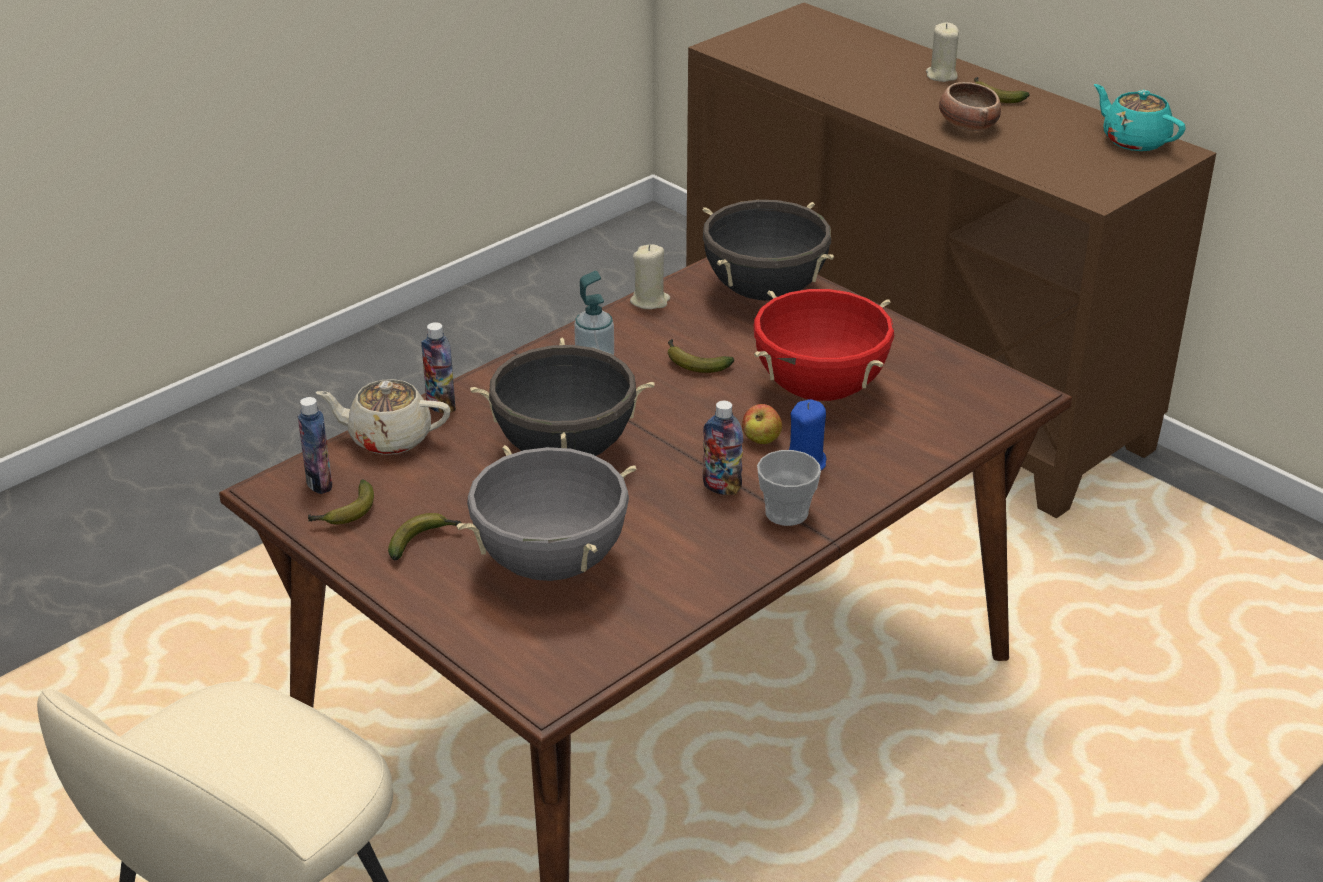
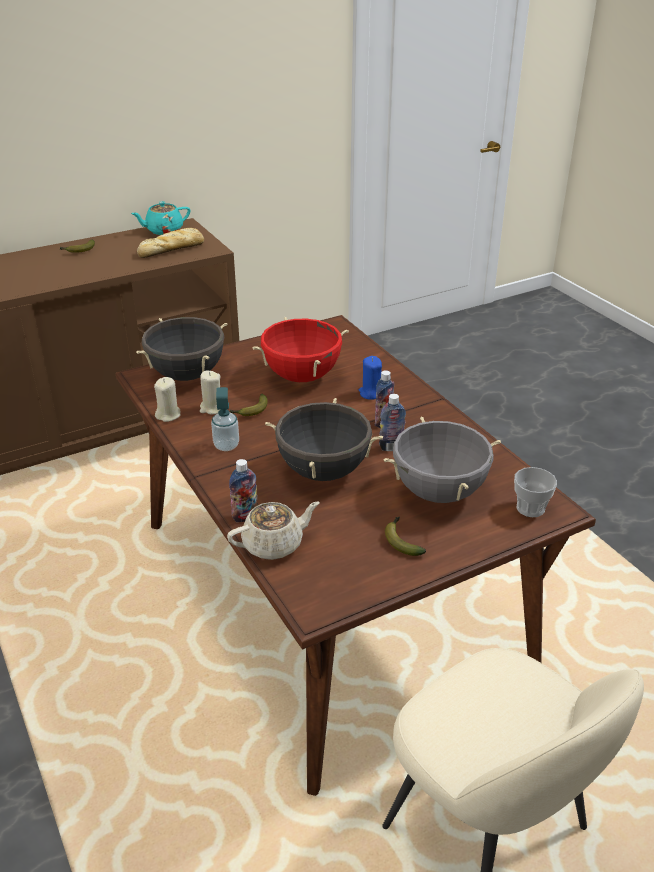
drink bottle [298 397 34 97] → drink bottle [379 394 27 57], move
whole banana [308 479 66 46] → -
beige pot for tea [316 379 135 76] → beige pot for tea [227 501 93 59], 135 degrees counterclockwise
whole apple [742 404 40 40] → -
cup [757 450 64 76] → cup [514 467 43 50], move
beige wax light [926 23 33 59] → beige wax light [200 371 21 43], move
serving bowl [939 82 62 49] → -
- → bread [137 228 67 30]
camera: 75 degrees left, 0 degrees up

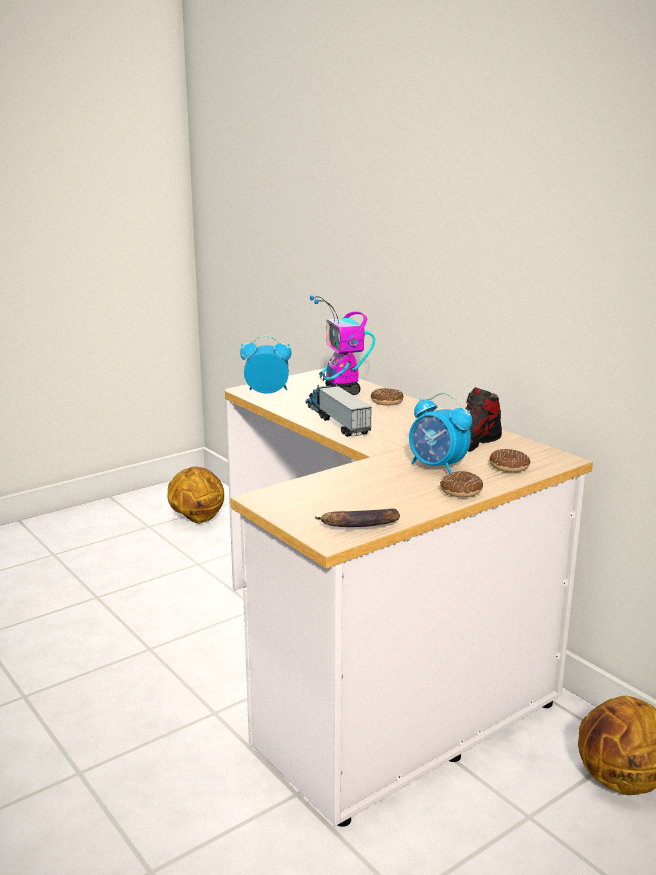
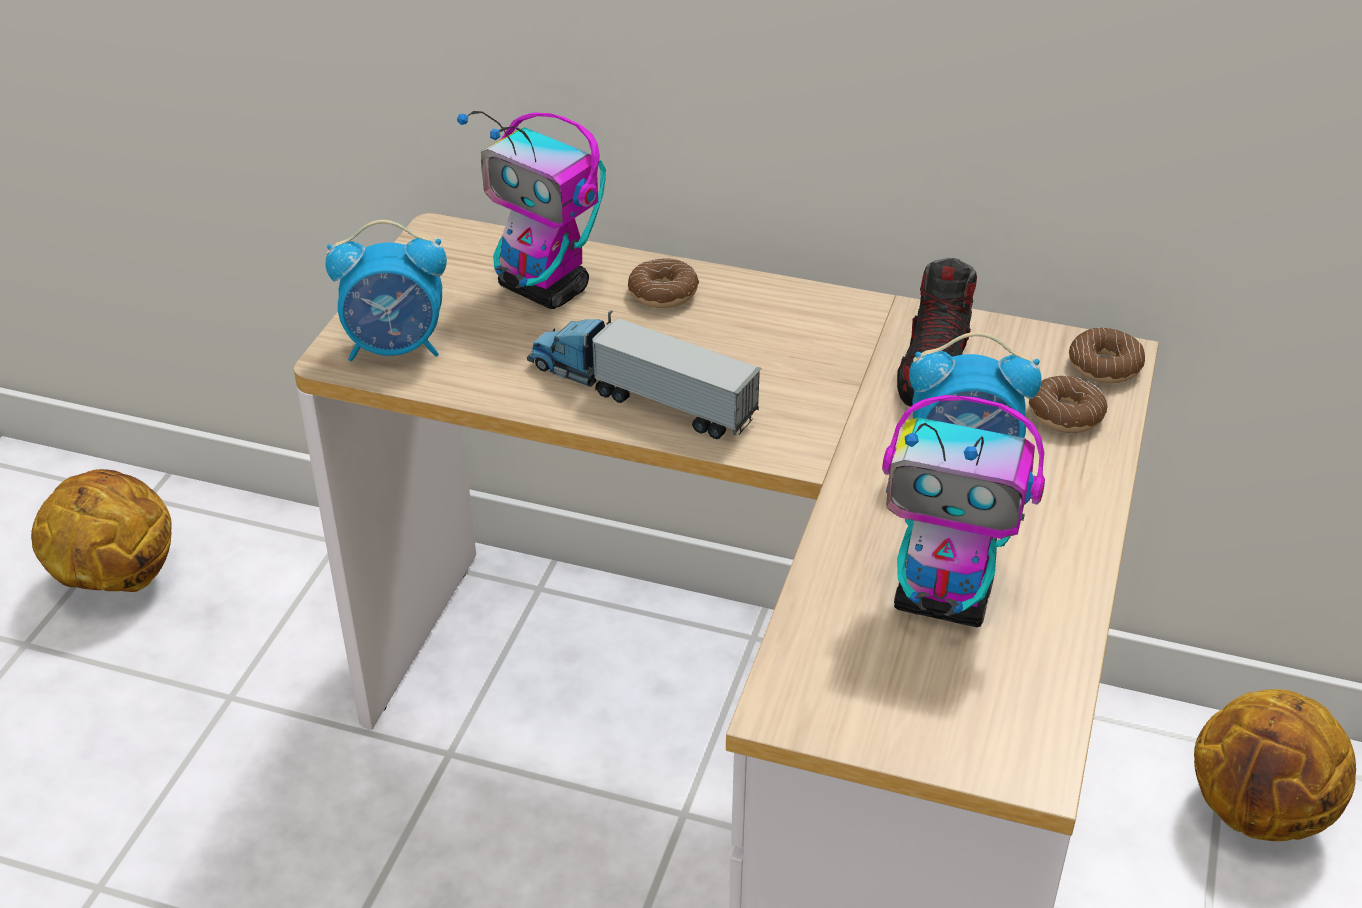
alarm clock [240 335 51 59] → alarm clock [325 220 122 141], 150 degrees counterclockwise
whole banana [315 509 85 18] → -
doughnut [440 471 43 27] → doughnut [1069 327 76 56], move
- → robot figure [882 395 163 232]
camera: 35 degrees left, 20 degrees up

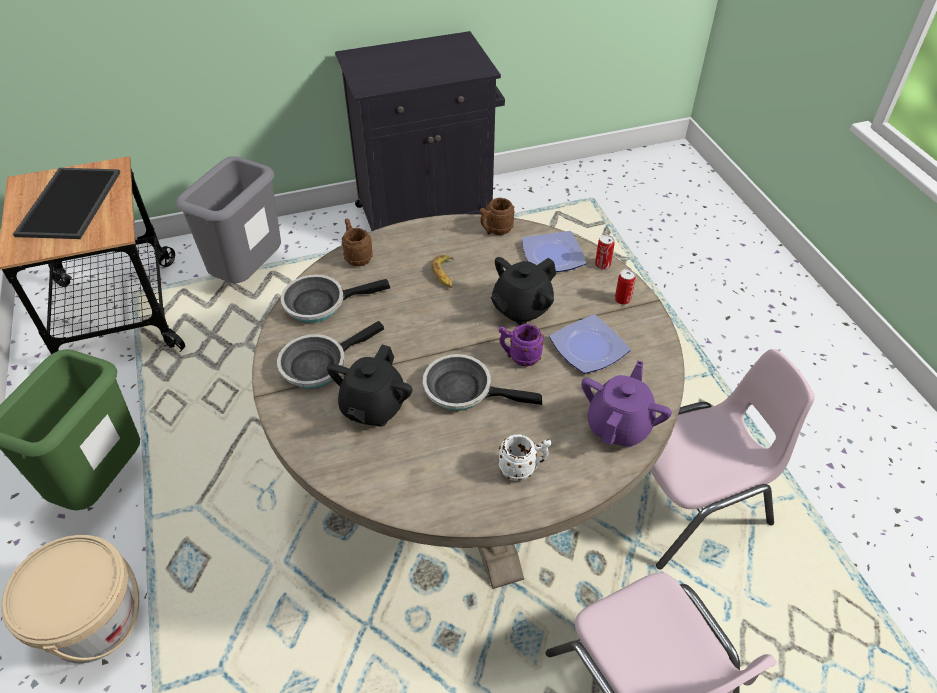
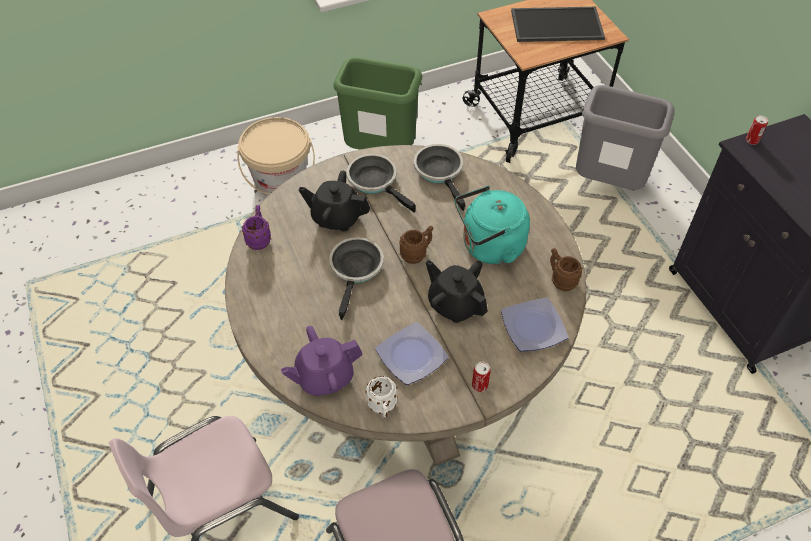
brown tea mug [342 218 31 48] → brown tea mug [399 226 34 38], move
whole banana [431 255 23 33] → turquoise-coloured tea kettle [455 186 75 78]
purple tea mug [499 324 45 42] → purple tea mug [242 205 29 45], move
white-coloured tea mug [499 435 52 46] → white-coloured tea mug [365 376 32 42], move
purple pot for tea [581 361 91 87] → purple pot for tea [281 326 82 70], 135 degrees clockwise
can [595 235 20 34] → can [746 115 22 30], move
camera: 85 degrees right, 5 degrees up

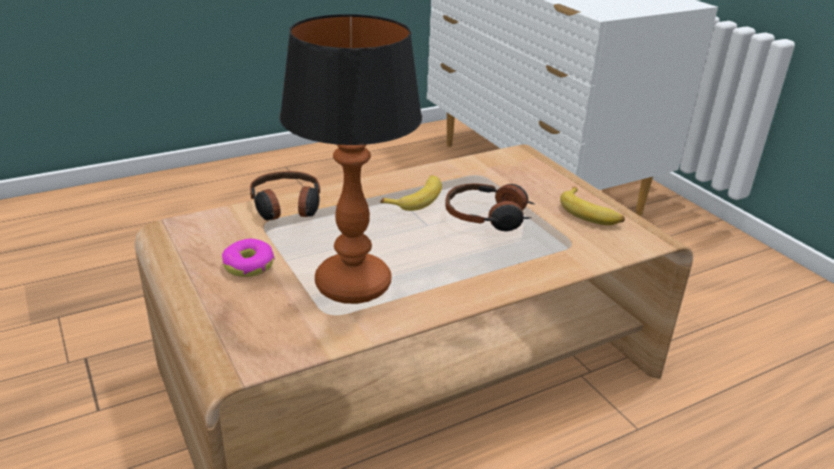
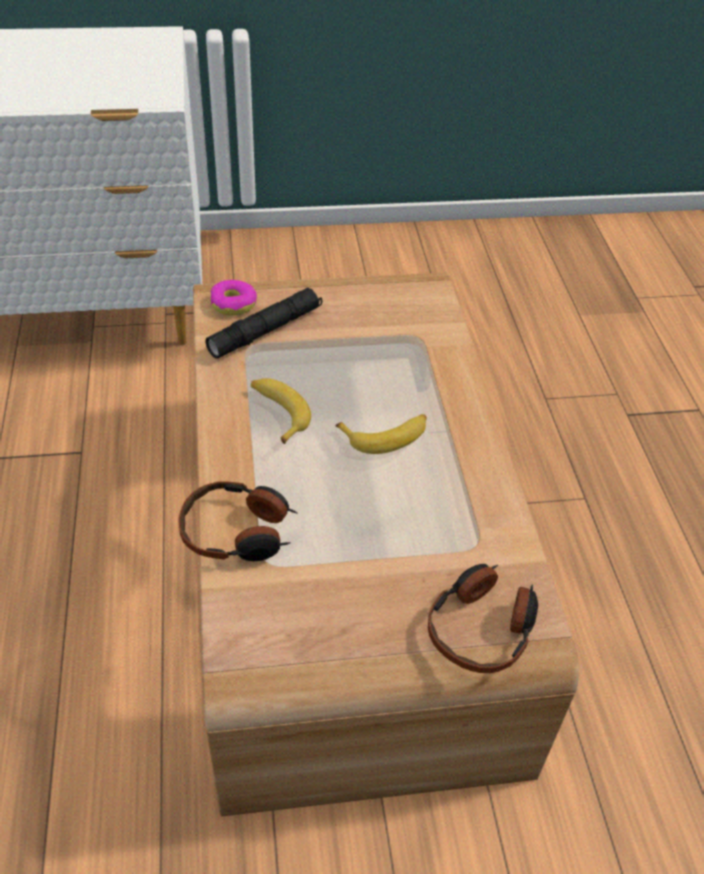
doughnut [222 239 53 38] → doughnut [210 280 47 36], move
tabletop lamp [280 14 142 290] → -
headphones [445 183 89 48] → headphones [428 564 110 109], move
whole banana [560 187 65 38] → whole banana [335 414 92 40], move
- → black flashlight [205 287 117 71]
camera: 70 degrees left, 15 degrees up

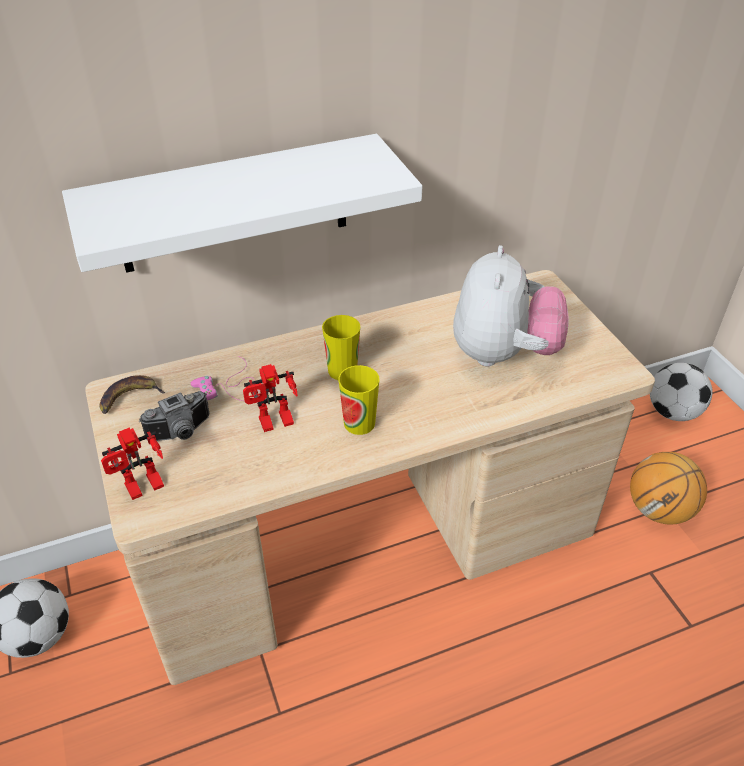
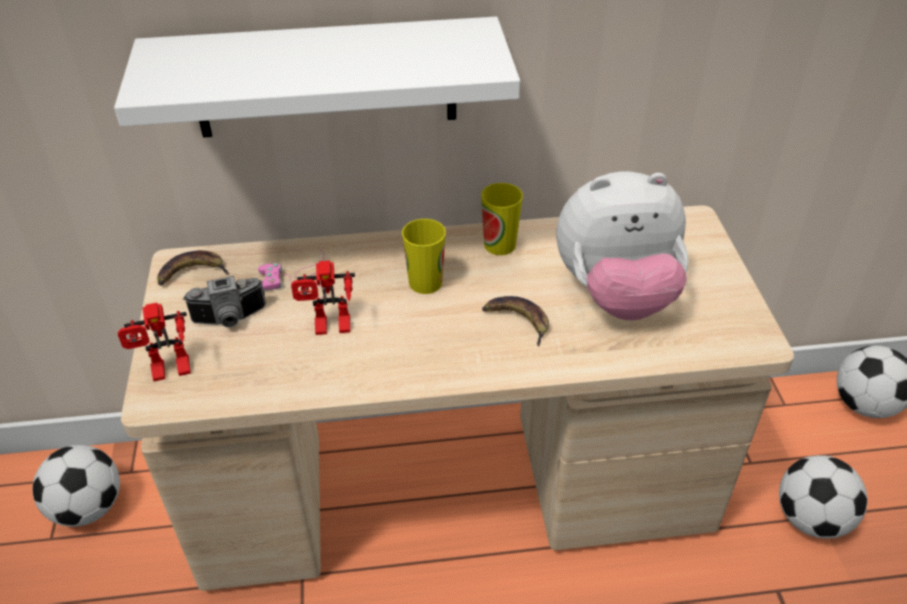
cup [338 365 42 70] → cup [481 183 42 72], move
soft toy [453 245 116 121] → soft toy [556 172 133 148], 60 degrees clockwise
basketball ball [630 452 77 73] → ball for football [779 455 89 84]
- → whole banana [482 296 67 51]
camera: 15 degrees right, 0 degrees up

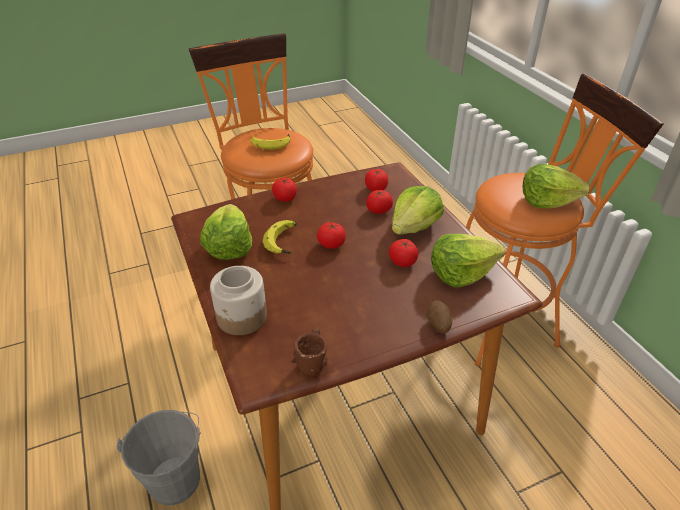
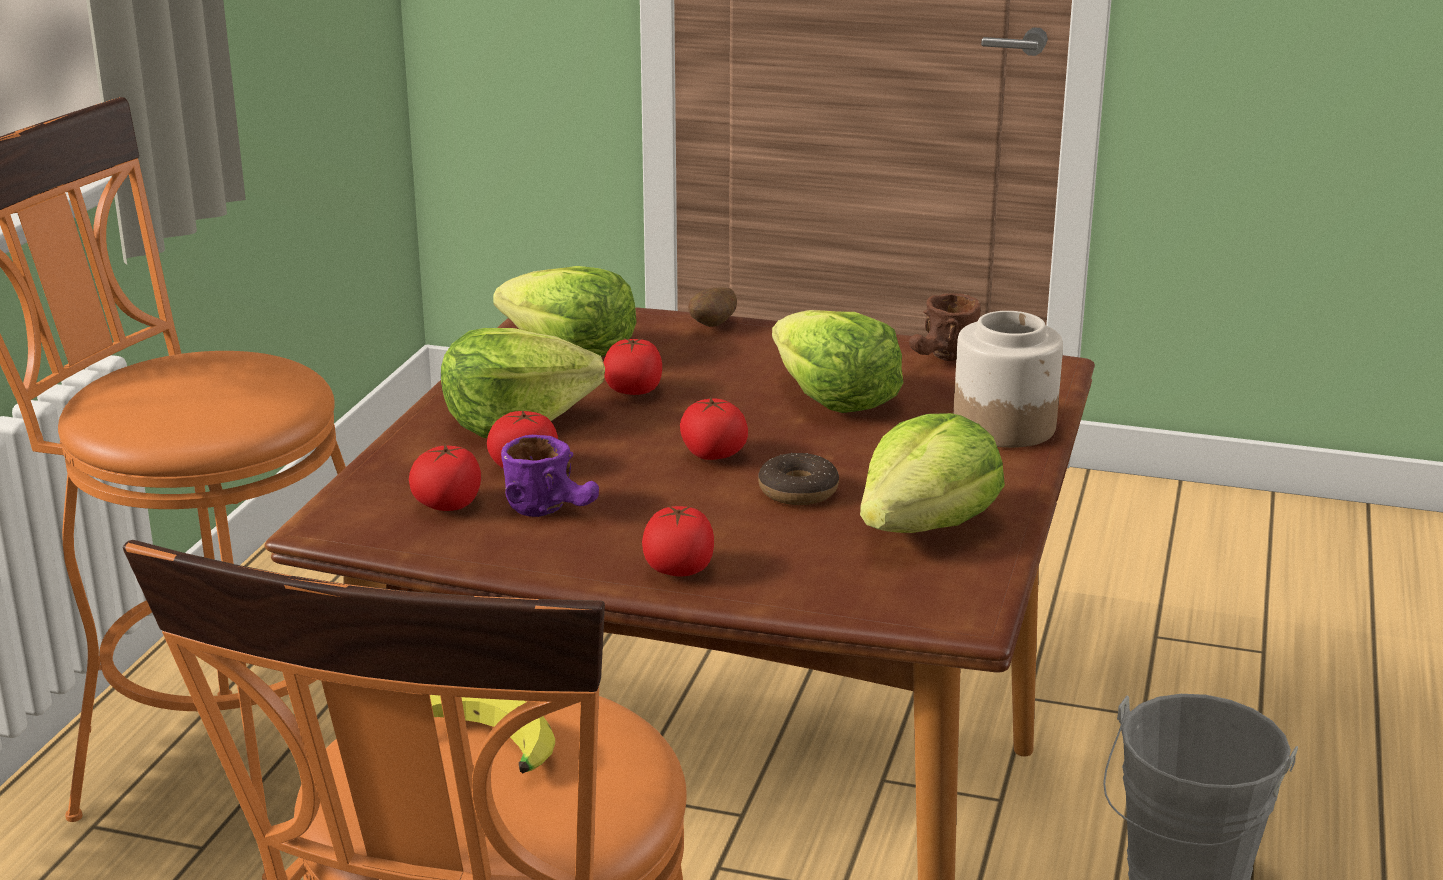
whole banana [263 220 34 34] → doughnut [758 453 81 52]
lettuce [523 164 67 44] → lettuce [772 310 131 103], move
- → purple tea mug [501 435 98 82]
camera: 140 degrees left, 15 degrees down

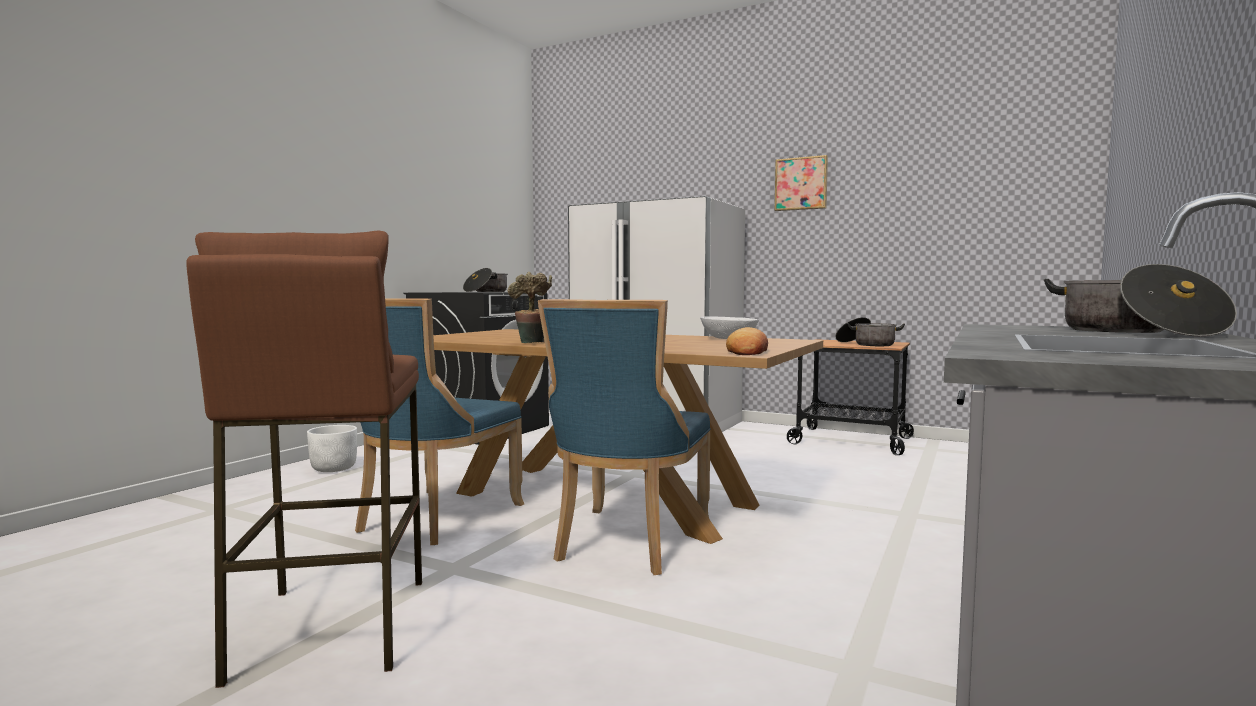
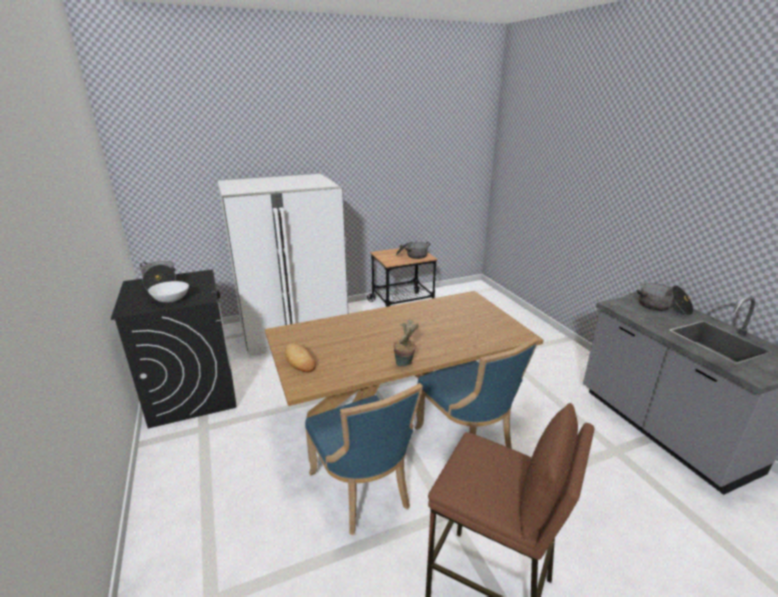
white-coloured flower pot [307 425 50 47] → -
white-coloured serving bowl [700 316 59 23] → white-coloured serving bowl [148 281 41 22], move
bread [726 327 42 28] → bread [285 343 31 30], move
wall picture [774 155 54 56] → -
camera: 50 degrees left, 20 degrees up

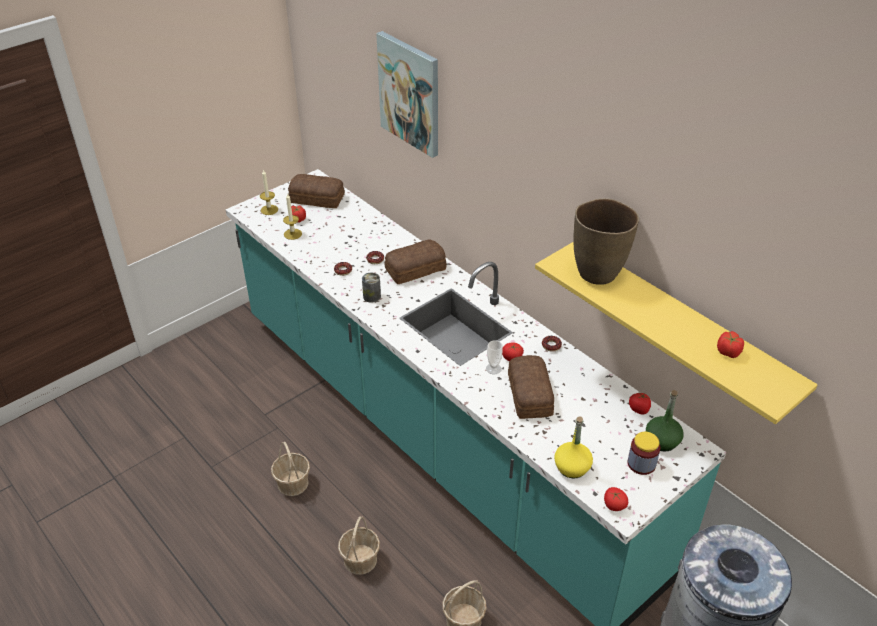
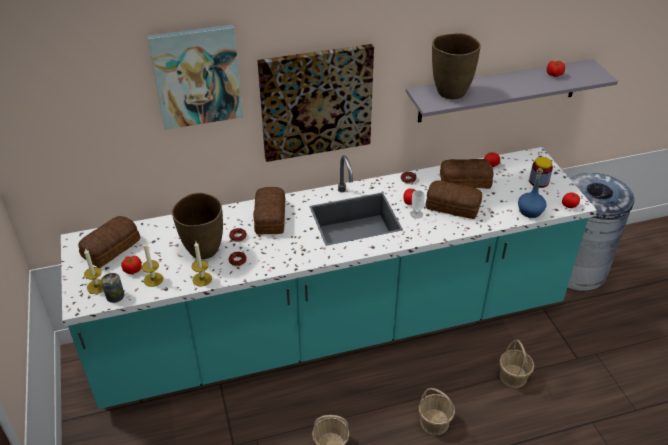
can [362 273 19 30] → can [101 273 23 30], move
yellow wall shelf [535 242 283 182] → greyish wall shelf [406 59 212 64]
yellow drink bottle [554 416 39 62] → blue-coloured drink bottle [518 168 29 50]
green-coloured drink bottle [646 390 38 62] → -
- → brown vase [172 193 51 66]
- → wax light [191 242 21 44]
- → wall picture [257 44 117 118]
- → bread [440 159 54 30]
camera: 65 degrees left, 0 degrees up

